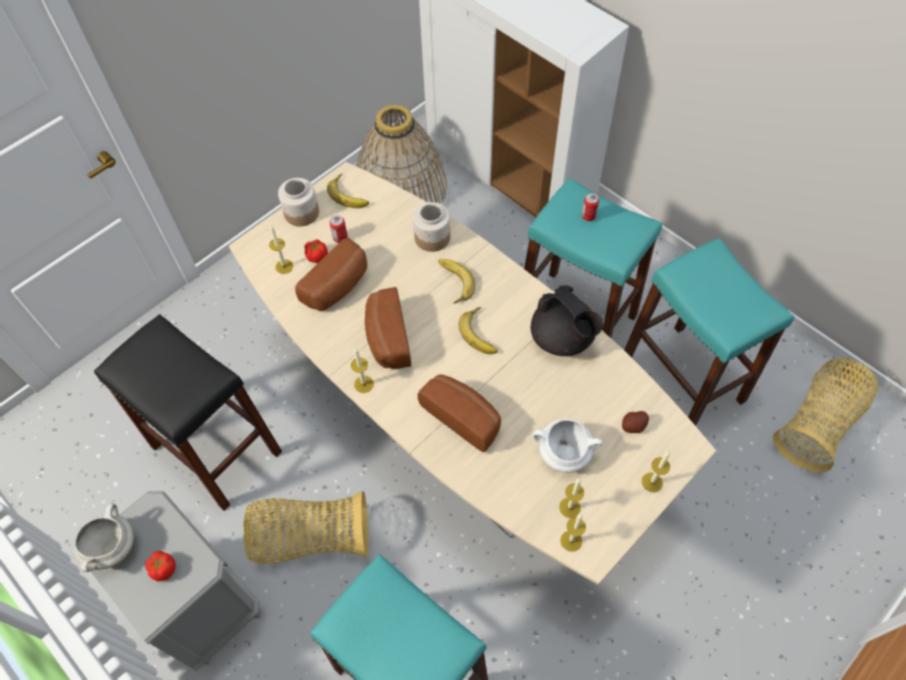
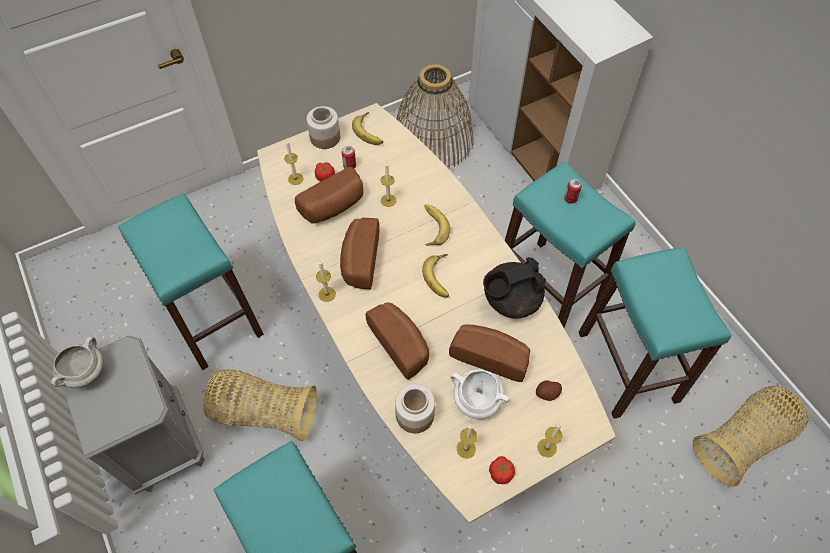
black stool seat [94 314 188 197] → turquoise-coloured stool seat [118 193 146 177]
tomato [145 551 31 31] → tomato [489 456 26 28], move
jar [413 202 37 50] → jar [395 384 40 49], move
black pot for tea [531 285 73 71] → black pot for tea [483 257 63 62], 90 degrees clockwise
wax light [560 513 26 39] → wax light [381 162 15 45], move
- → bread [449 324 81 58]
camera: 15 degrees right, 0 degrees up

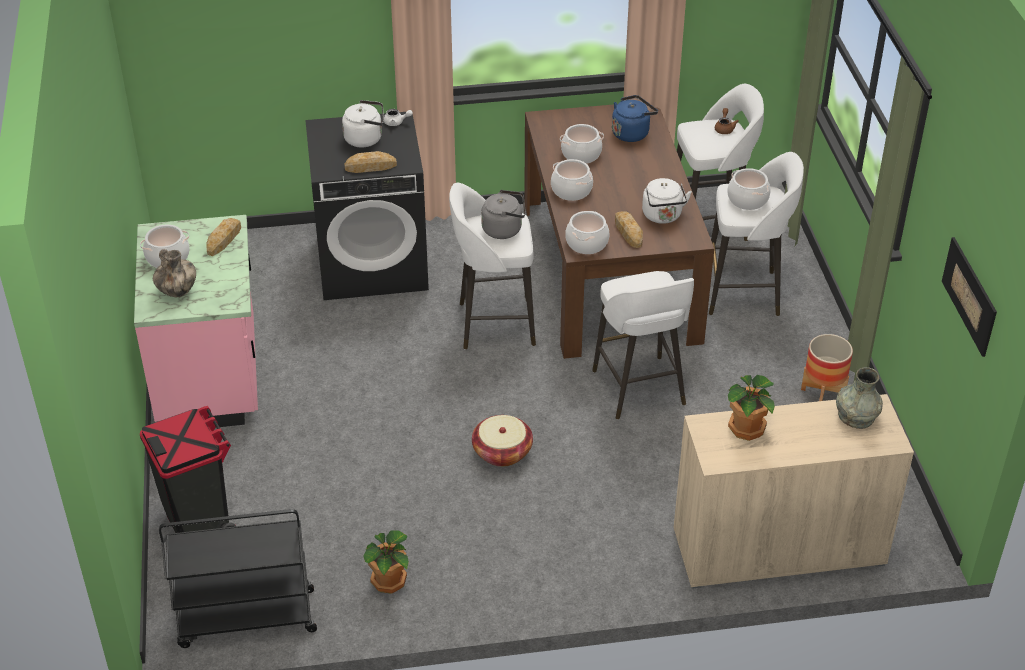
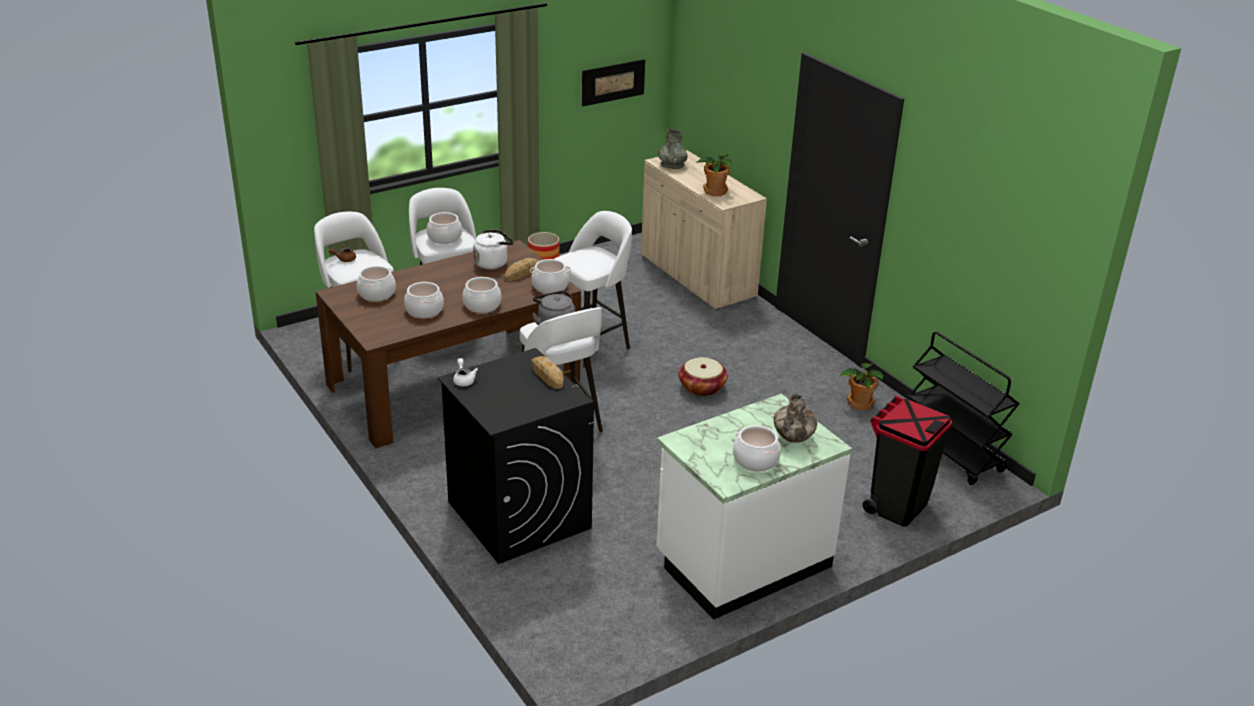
pink-coloured counter [134 215 124 213] → white-coloured counter [656 394 196 226]
bread [206 218 35 38] → -
white-coloured tea kettle [342 100 42 47] → -
blue-coloured tea kettle [612 95 46 47] → saucepot [357 266 39 35]
camera: 115 degrees left, 10 degrees down

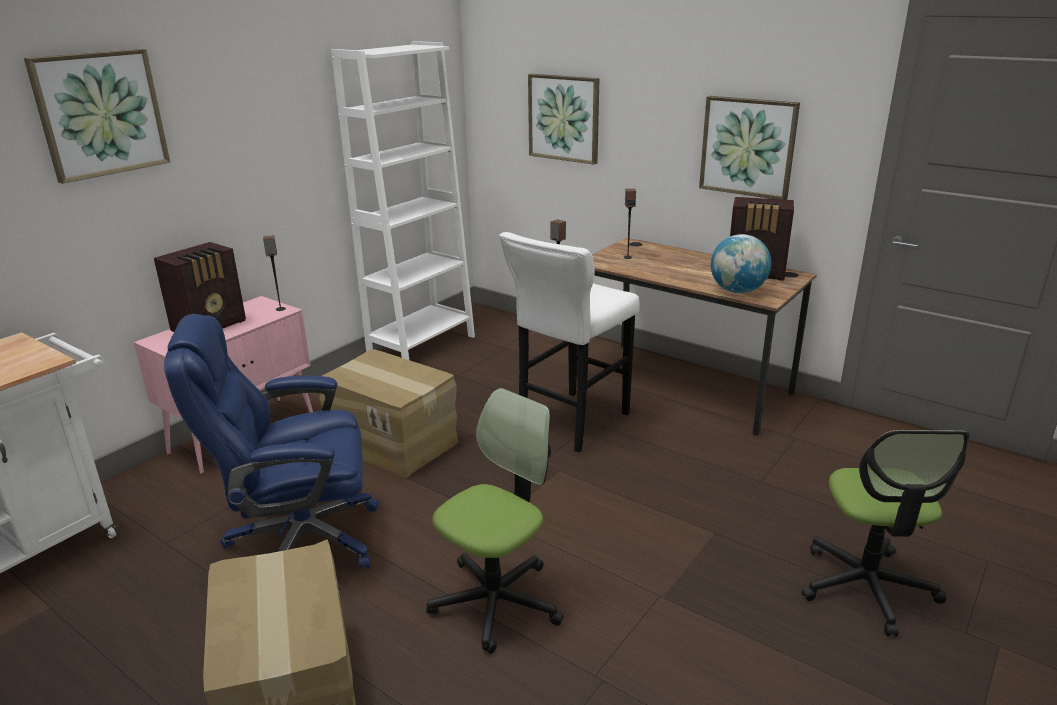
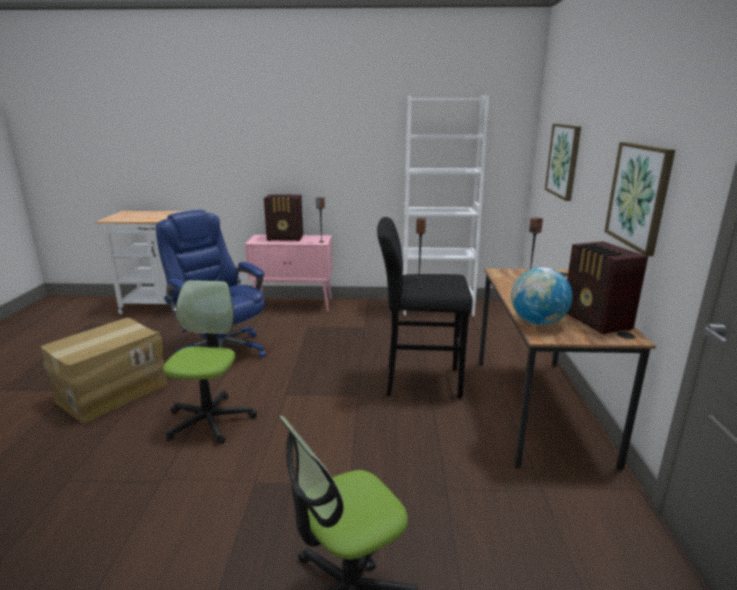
wall picture [24 49 146 135] → -
packing box [319 349 139 129] → -
office chair [426 388 138 266] → office chair [163 280 94 164], 90 degrees counterclockwise
white-coloured stool seat [499 232 141 220] → black stool seat [377 217 96 182]
camera: 55 degrees right, 5 degrees down

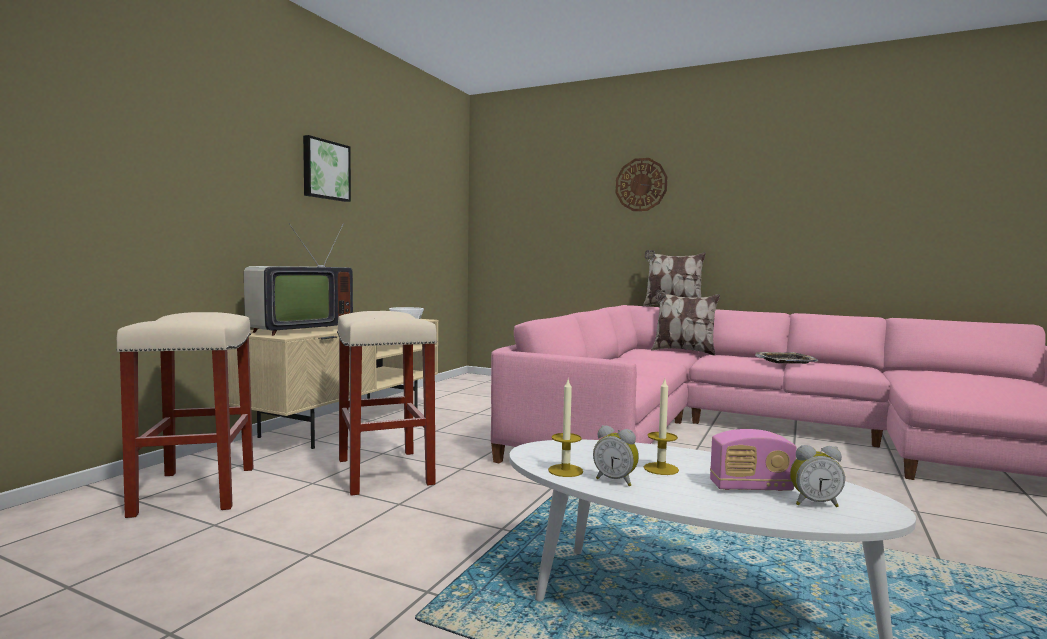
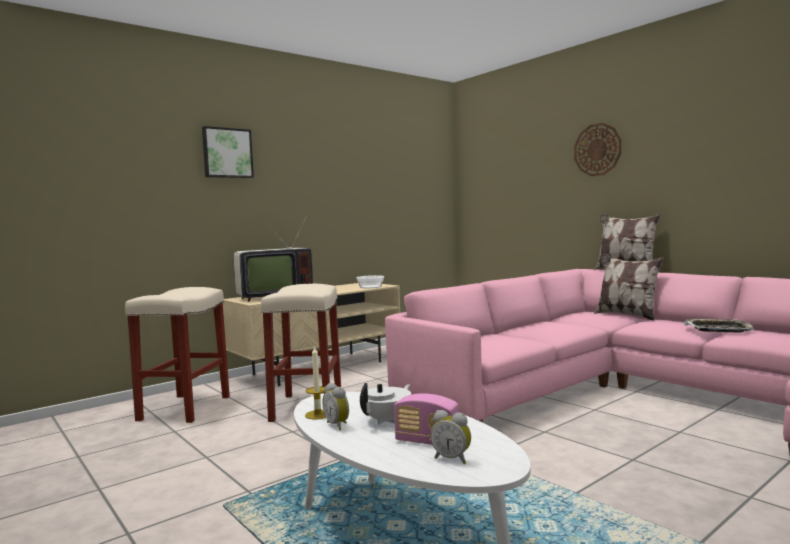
wall picture [303 135 48 67] → wall picture [202 126 52 52], move
wax light [644 379 35 96] → white-coloured pot for tea [359 383 52 42]
camera: 25 degrees right, 0 degrees up

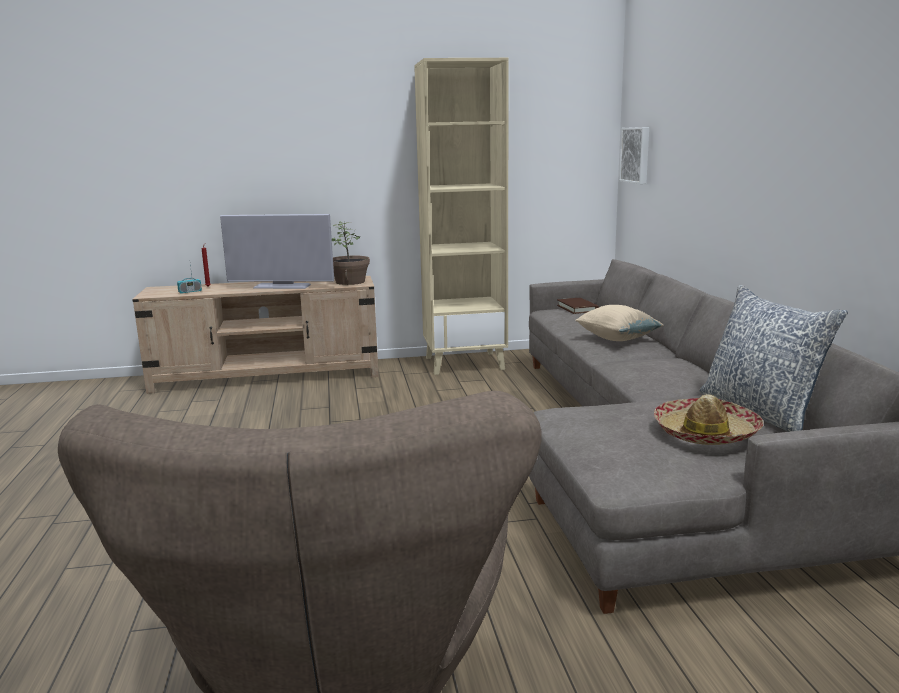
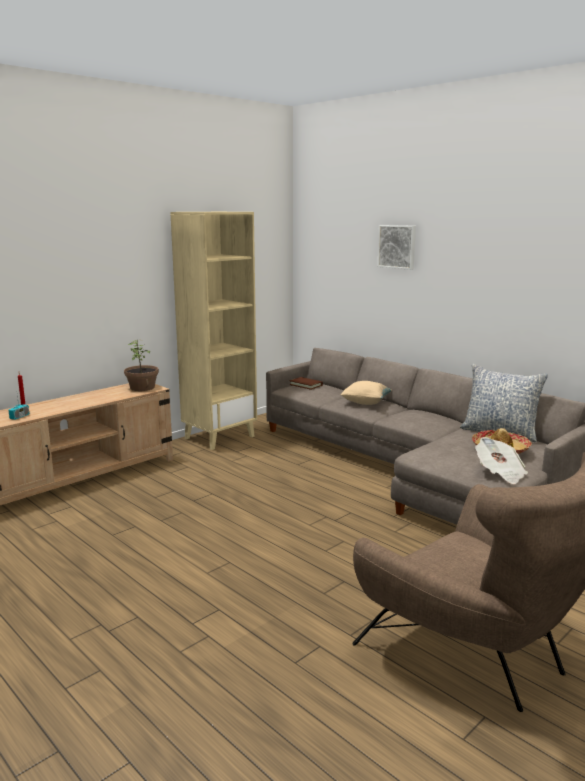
TV set [220 214 114 75] → -
wall picture [619 127 30 57] → wall picture [377 225 39 45], move
- → newspaper [475 437 53 47]
camera: 35 degrees left, 0 degrees up

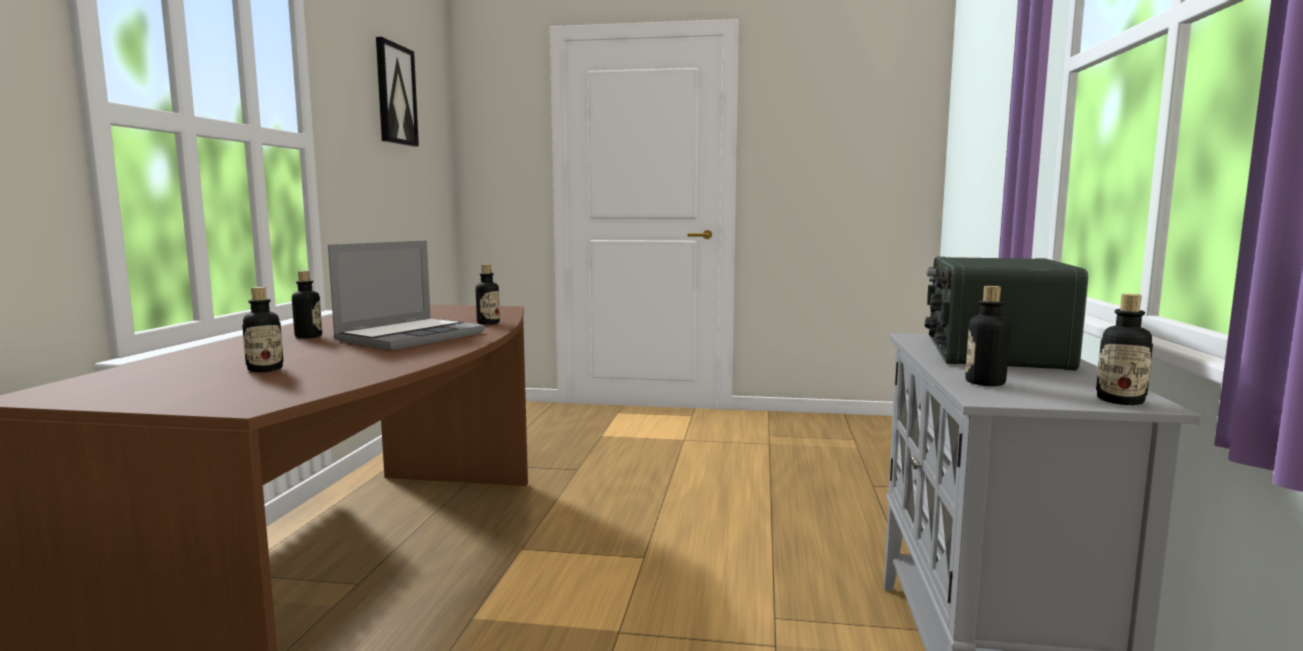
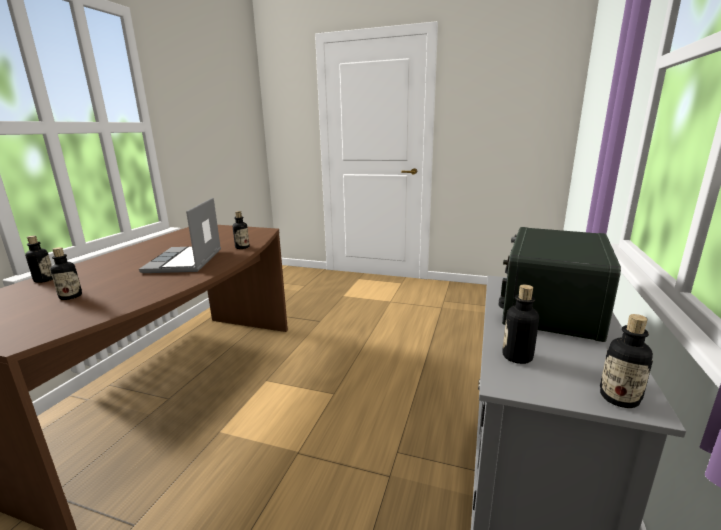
drink bottle [292 271 30 67] → drink bottle [25 236 28 47], move
laptop [328 240 157 110] → laptop [139 198 82 75], 135 degrees clockwise
wall picture [376 37 43 110] → -
camera: 10 degrees right, 10 degrees up

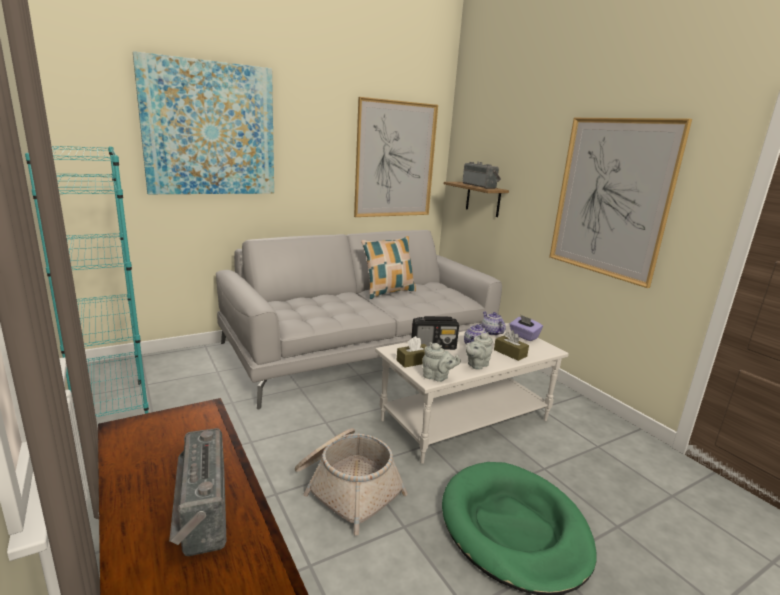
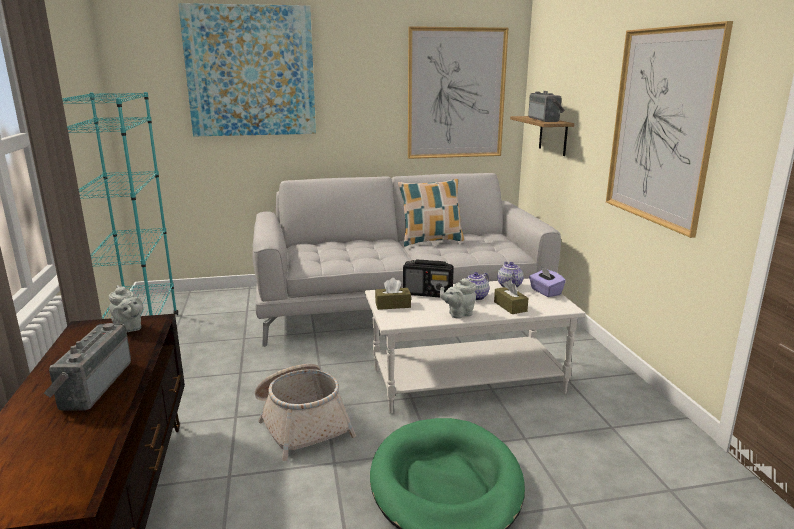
greyish pot for tea [422 342 39 40] → greyish pot for tea [109 285 34 47], move
camera: 20 degrees right, 0 degrees up

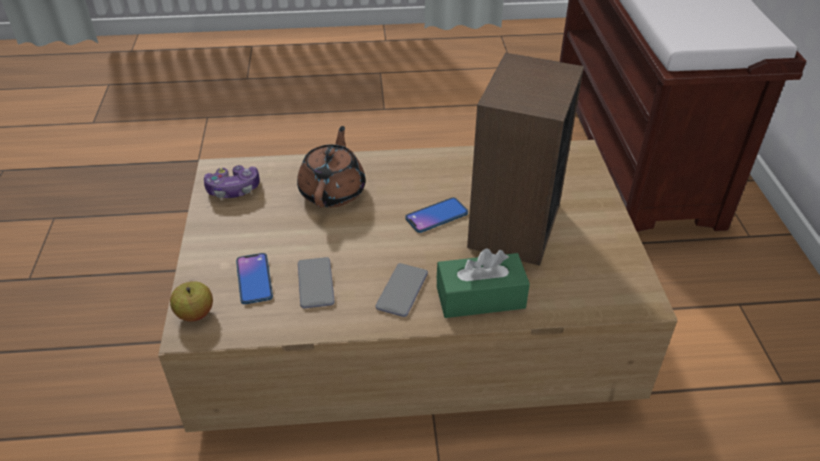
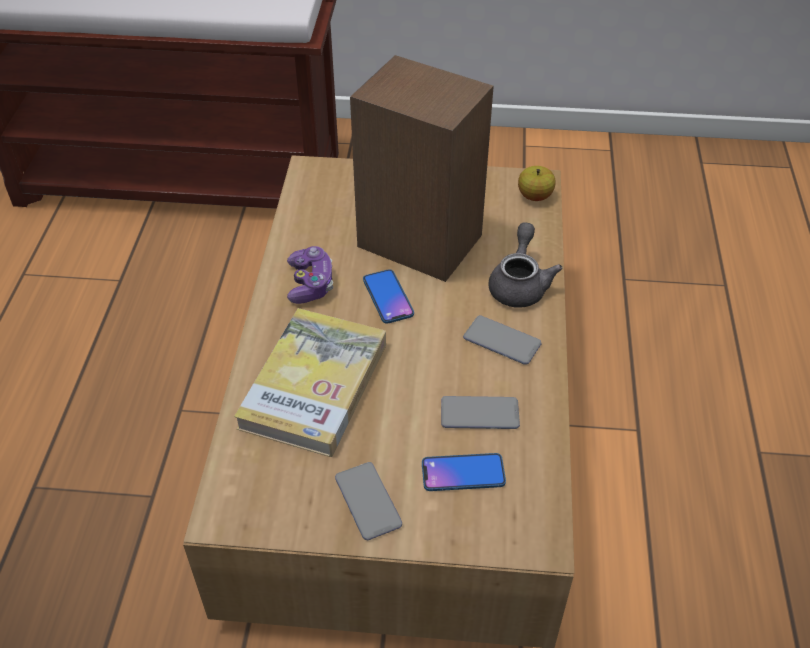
whole apple [170 281 43 40] → whole apple [518 166 38 35], move
gamepad [204 165 56 33] → gamepad [287 246 46 58], move
brown pot for tea [297 126 69 81] → bound book [234 308 152 149]
green-coloured box of tissues [437 248 93 70] → greyish pot for tea [488 222 75 86]
- → handset [335 462 67 78]
camera: 80 degrees left, 5 degrees up

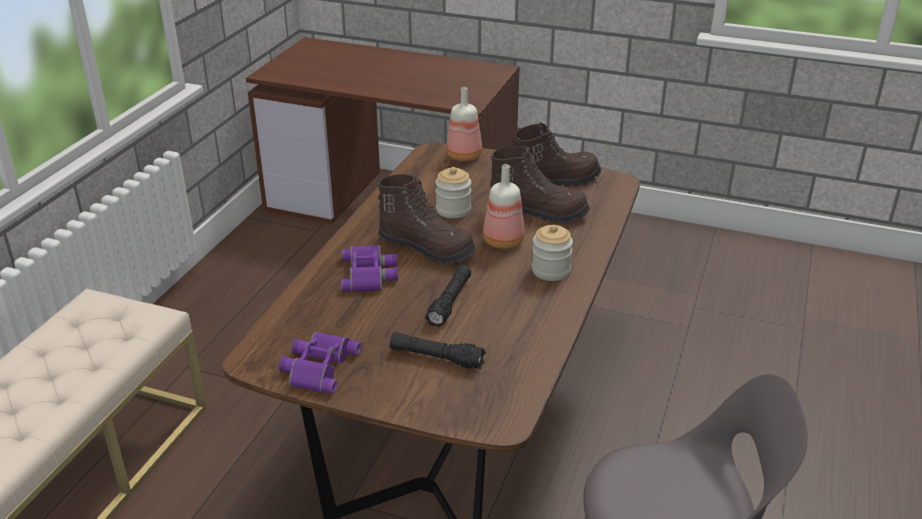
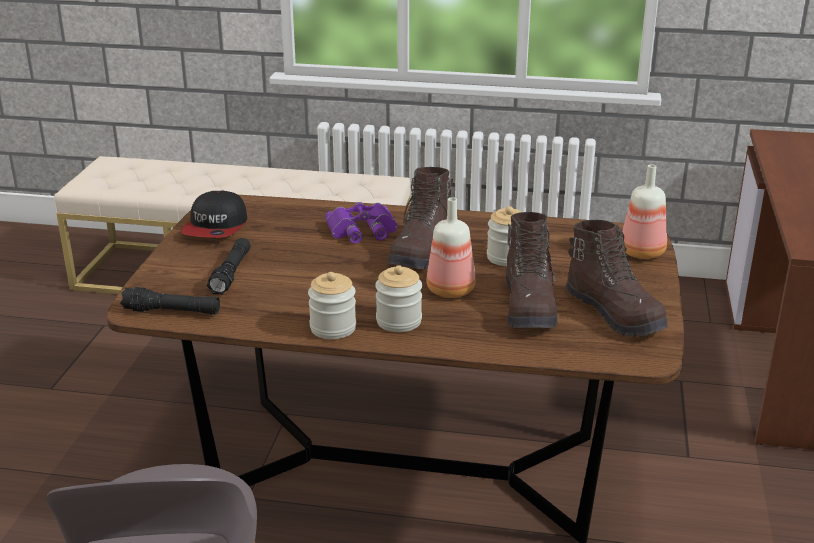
purple pair of binoculars [279 332 82 62] → baseball cap [180 191 67 47]
black flashlight [425 265 46 62] → black flashlight [120 287 100 28], move
- → jar [308 272 48 67]
camera: 80 degrees right, 5 degrees down

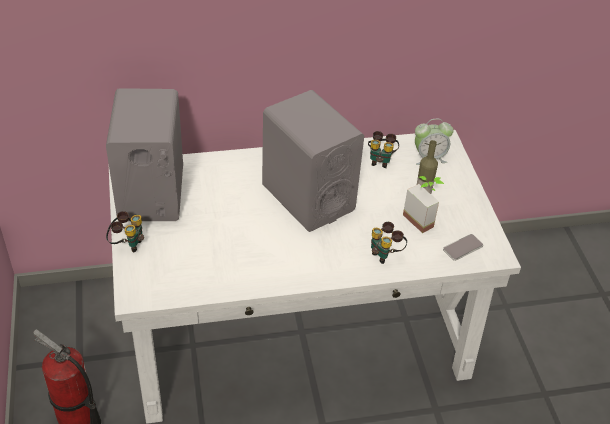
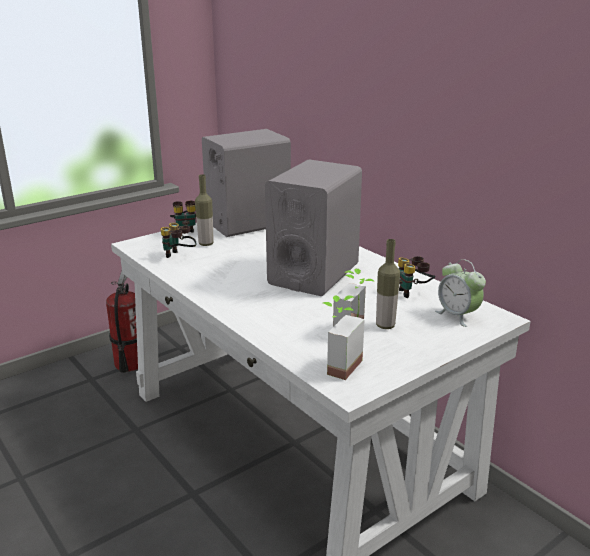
pair of binoculars [371 222 36 42] → pair of binoculars [161 223 36 35], move
handset [443 234 40 27] → plant in a pot [323 295 42 85]
- → drink bottle [195 174 19 72]
camera: 65 degrees right, 20 degrees down

